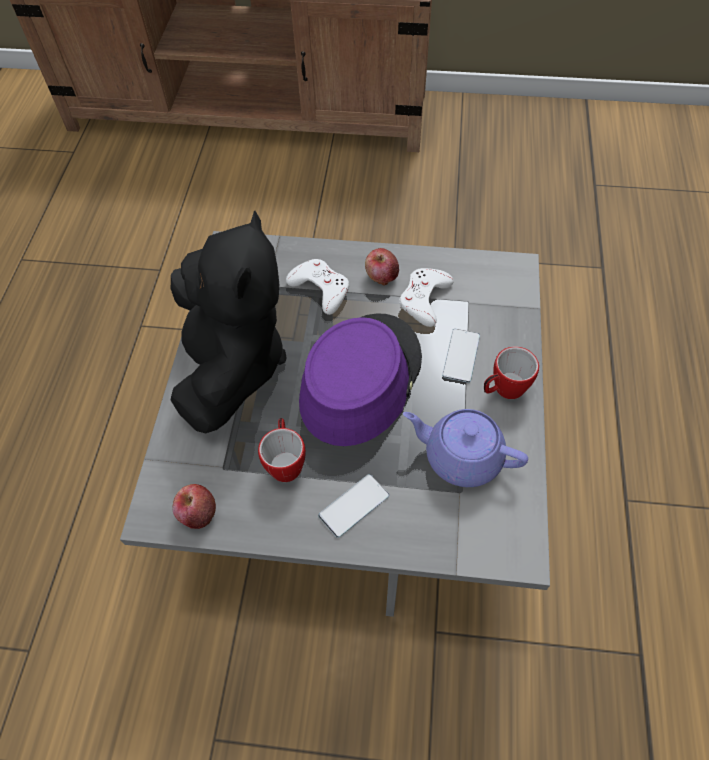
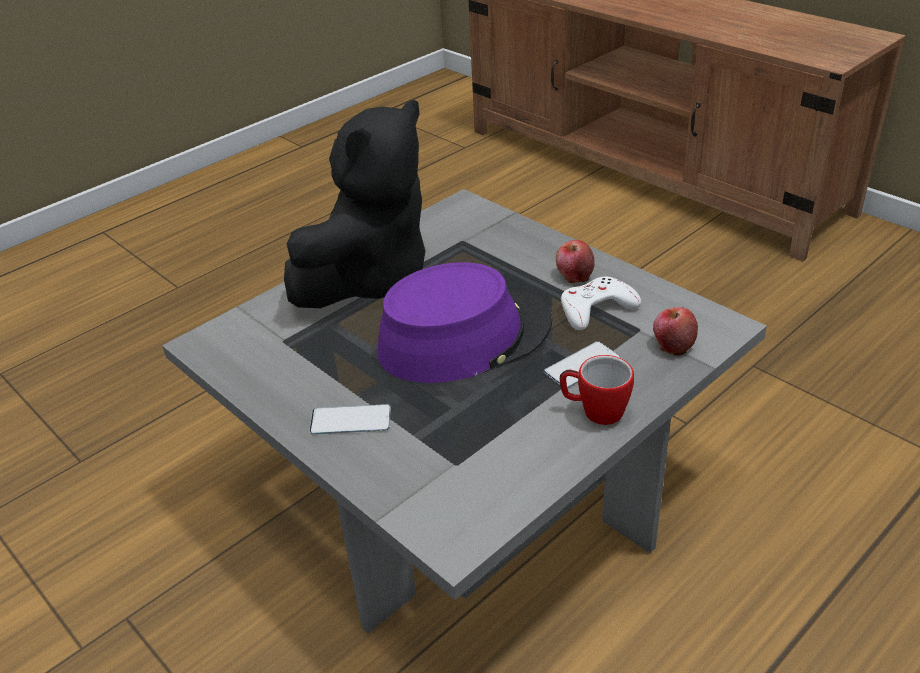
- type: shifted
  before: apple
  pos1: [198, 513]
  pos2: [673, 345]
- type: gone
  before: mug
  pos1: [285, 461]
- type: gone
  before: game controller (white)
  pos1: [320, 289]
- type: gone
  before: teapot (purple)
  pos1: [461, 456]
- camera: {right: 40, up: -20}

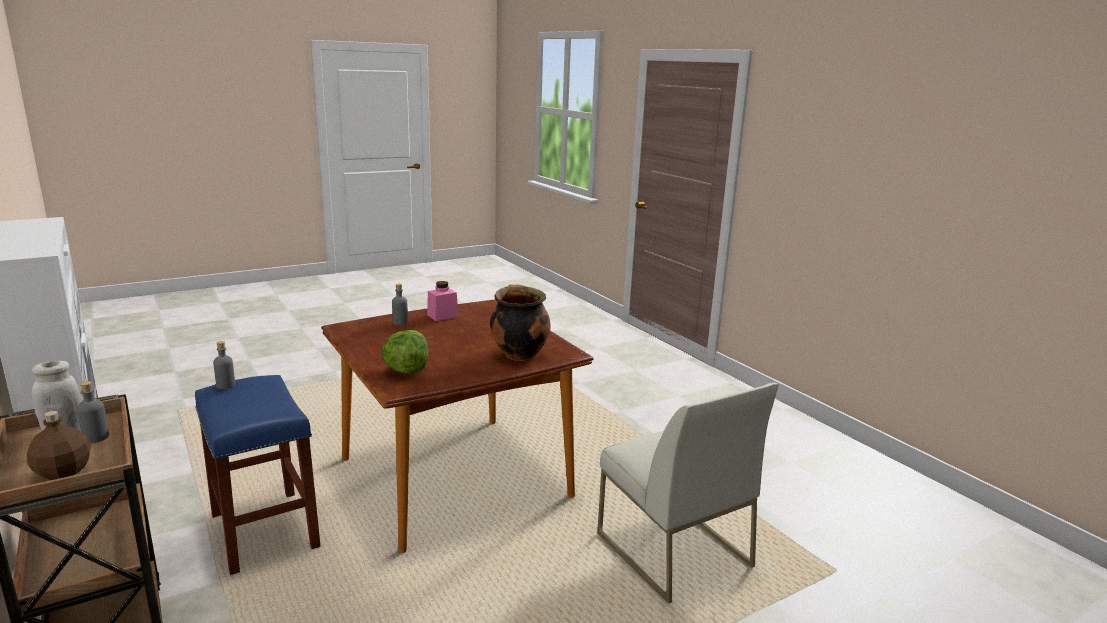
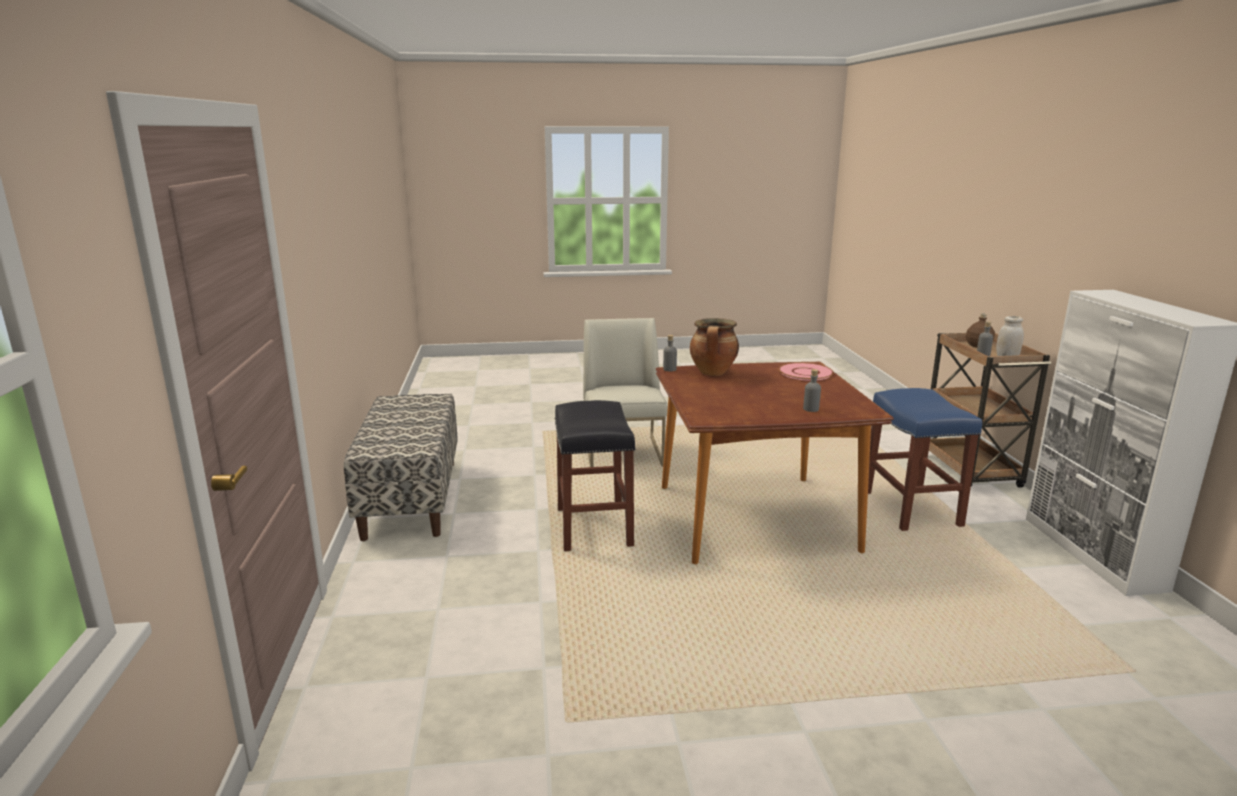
- type: shifted
  before: bottle (grey)
  pos1: [225, 385]
  pos2: [669, 369]
- type: swapped
  before: lettuce
  after: plate (pink)
  pos1: [406, 370]
  pos2: [805, 373]
- type: gone
  before: jar (pink)
  pos1: [442, 316]
- type: new
  after: bench
  pos2: [411, 498]
- type: new
  after: stool (black)
  pos2: [593, 526]
- camera: {right: -155, up: 0}

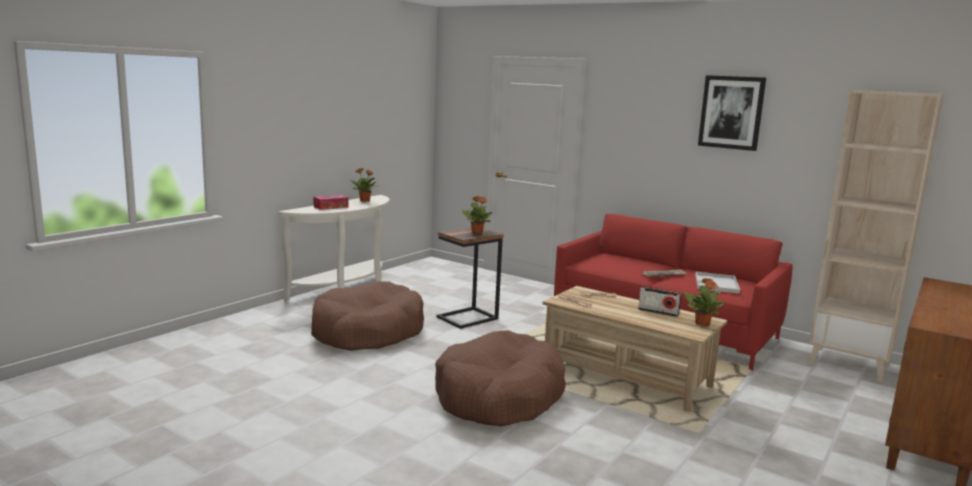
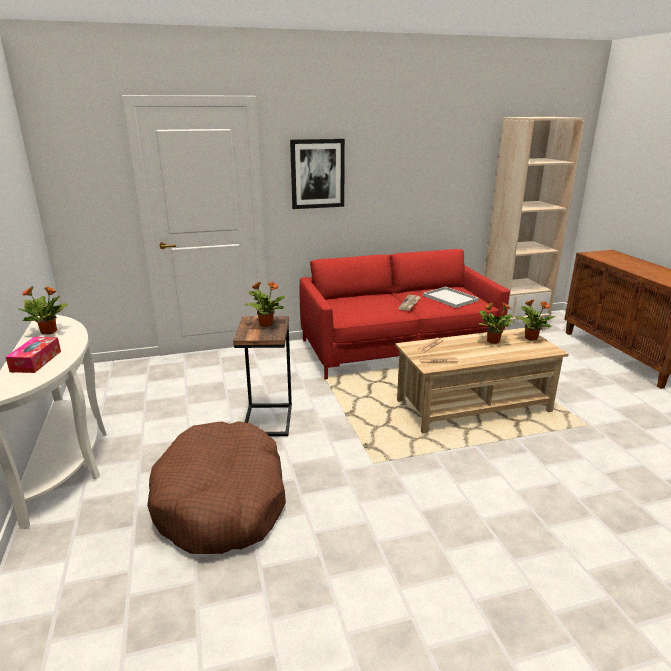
- type: gone
  before: dog bed (brown)
  pos1: [499, 396]
- type: swapped
  before: radio
  after: potted plant
  pos1: [658, 312]
  pos2: [492, 341]
- type: shifted
  before: picture
  pos1: [731, 112]
  pos2: [317, 174]
- camera: {right: -50, up: 10}

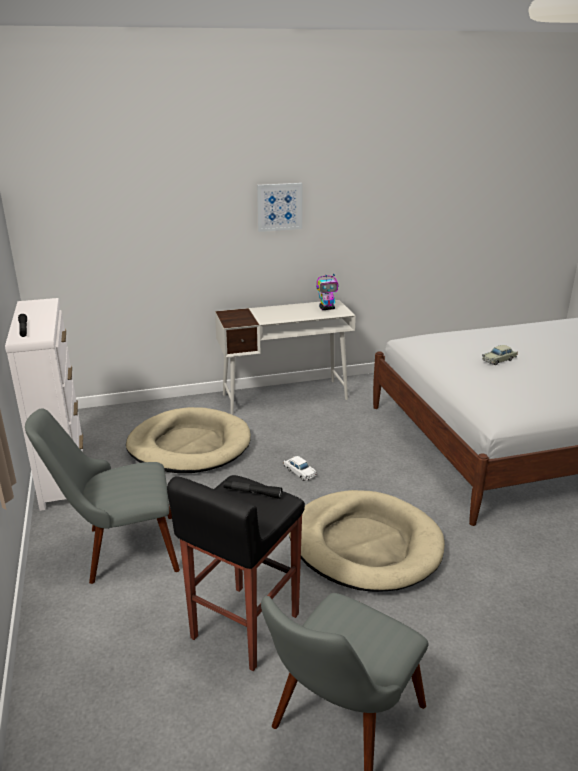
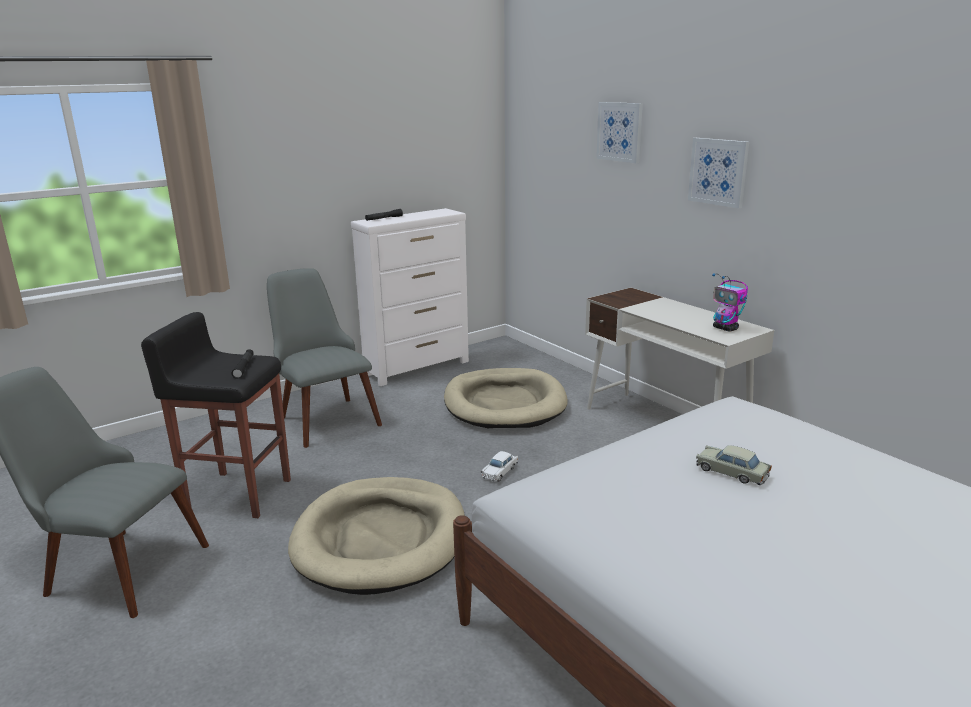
- type: new
  after: picture
  pos2: [620, 132]
- camera: {right: 70, up: -5}

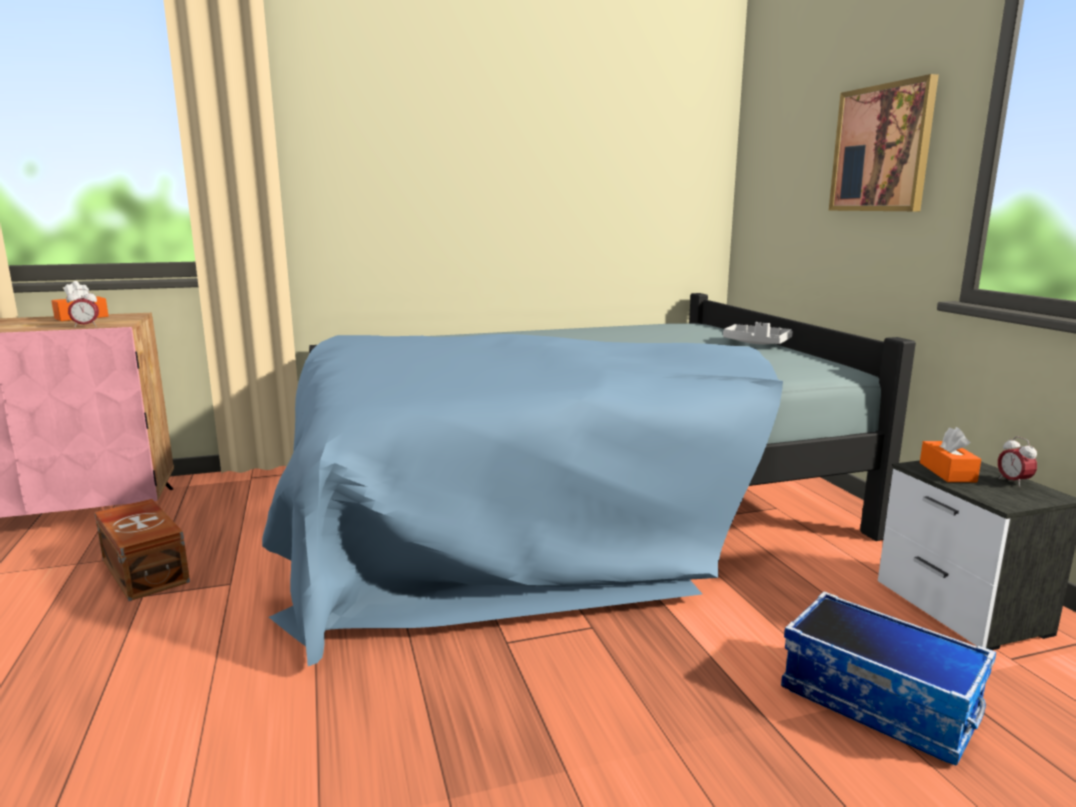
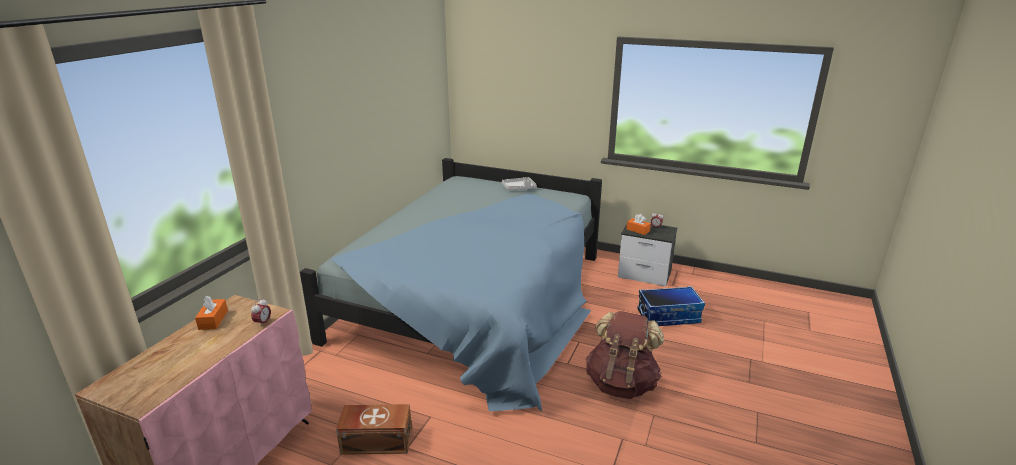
- type: gone
  before: picture
  pos1: [882, 149]
- type: new
  after: backpack (brown)
  pos2: [621, 384]
- camera: {right: -50, up: 10}

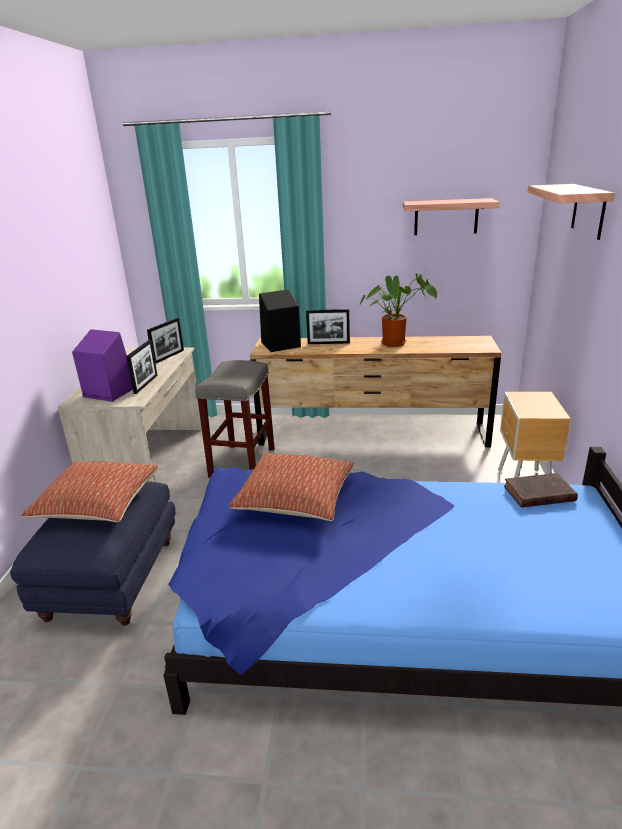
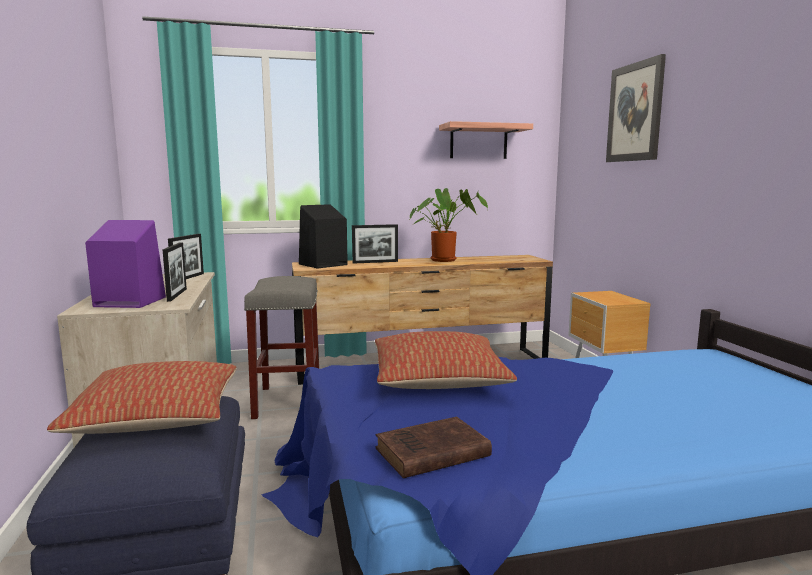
- type: shifted
  before: book (brown)
  pos1: [537, 494]
  pos2: [429, 453]
- type: swapped
  before: shelf
  after: picture
  pos1: [588, 210]
  pos2: [635, 112]
- camera: {right: -20, up: -15}

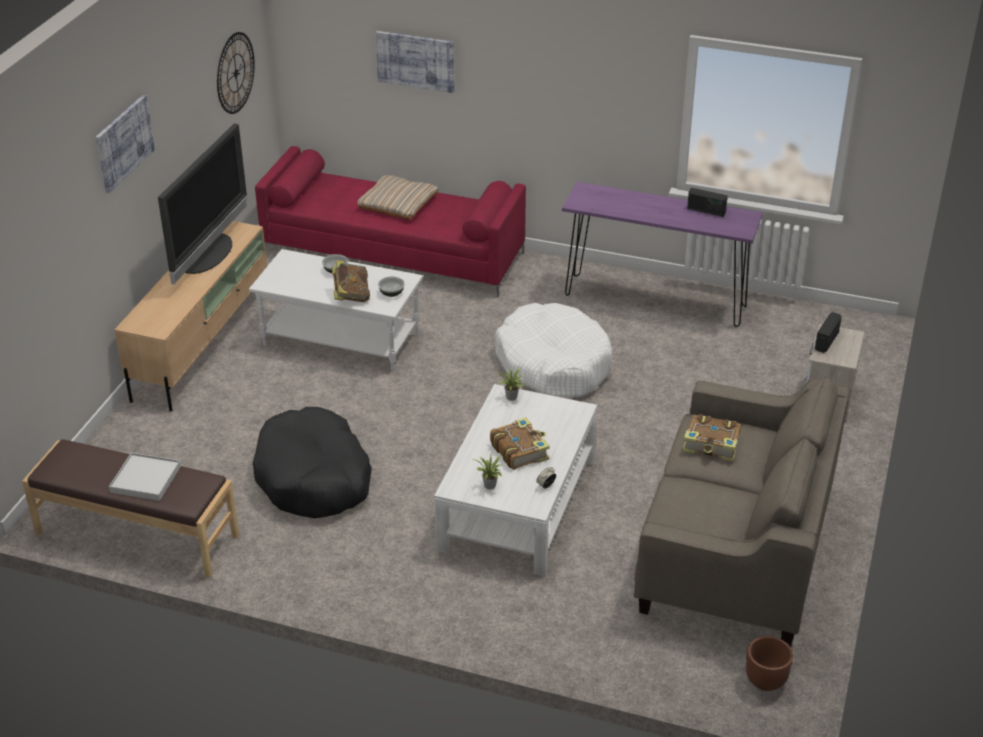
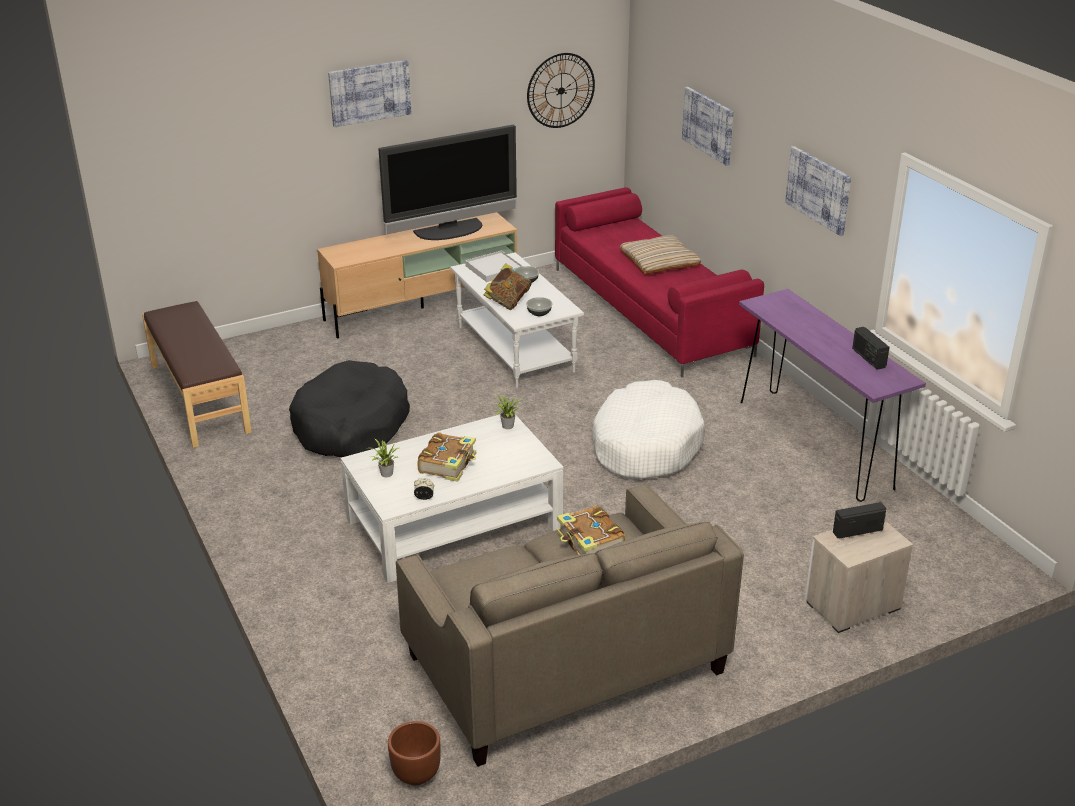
- type: shifted
  before: tray (white)
  pos1: [145, 479]
  pos2: [494, 269]
- type: new
  after: picture
  pos2: [818, 189]
- camera: {right: 45, up: -5}

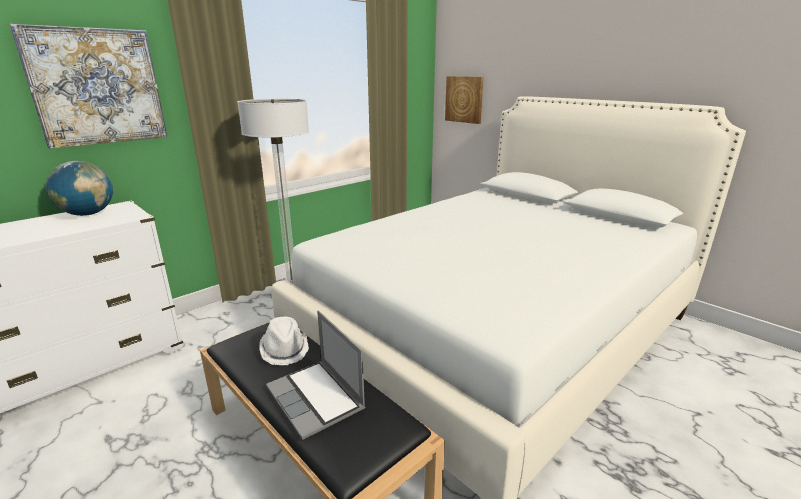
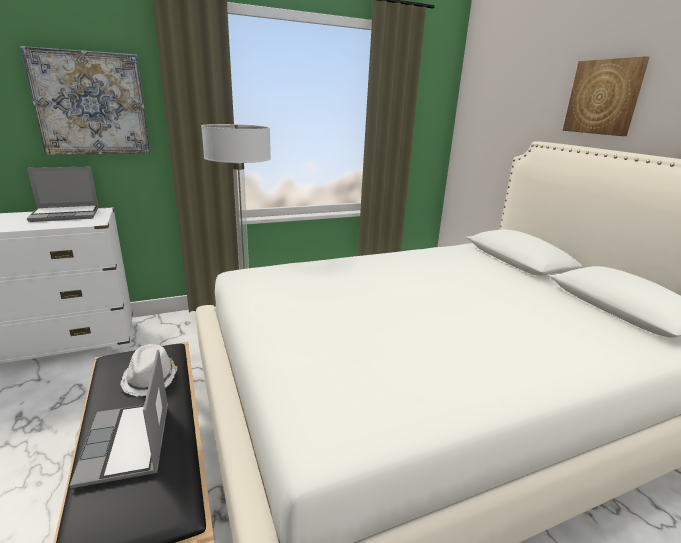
- type: swapped
  before: globe
  after: laptop
  pos1: [88, 214]
  pos2: [67, 214]
- type: shifted
  before: picture
  pos1: [464, 99]
  pos2: [603, 97]
- camera: {right: 20, up: 0}

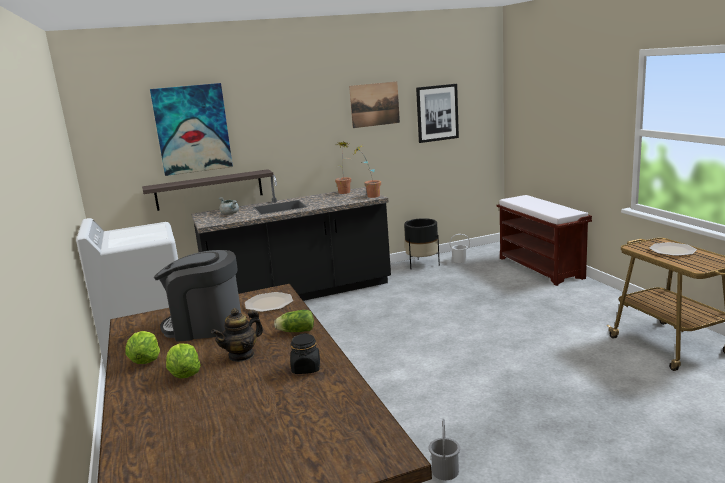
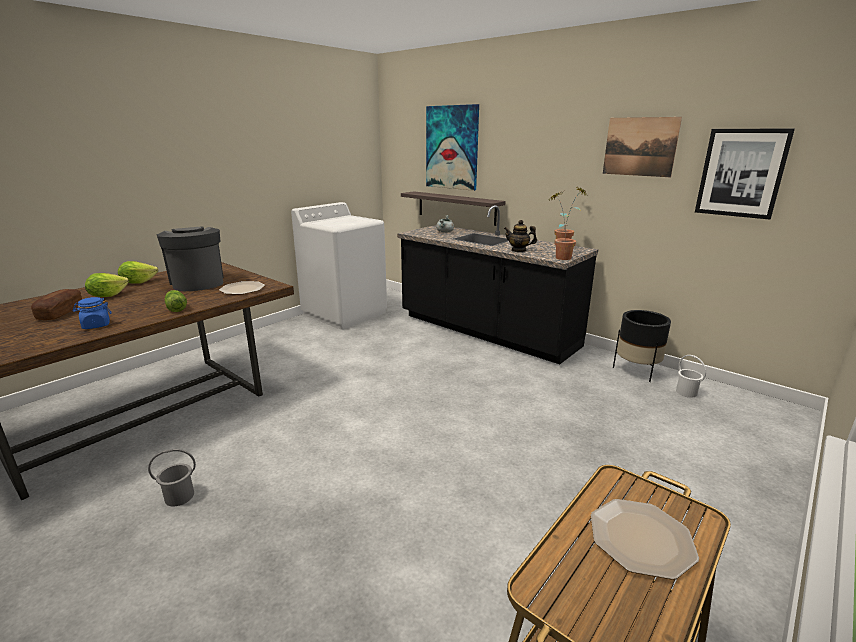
- type: shifted
  before: teapot
  pos1: [241, 355]
  pos2: [519, 250]
- type: repainted
  before: jar (black)
  after: jar (blue)
  pos1: [306, 368]
  pos2: [96, 325]
- type: gone
  before: bench (brown)
  pos1: [541, 268]
- type: new
  after: bread
  pos2: [61, 313]
- camera: {right: 60, up: 5}

